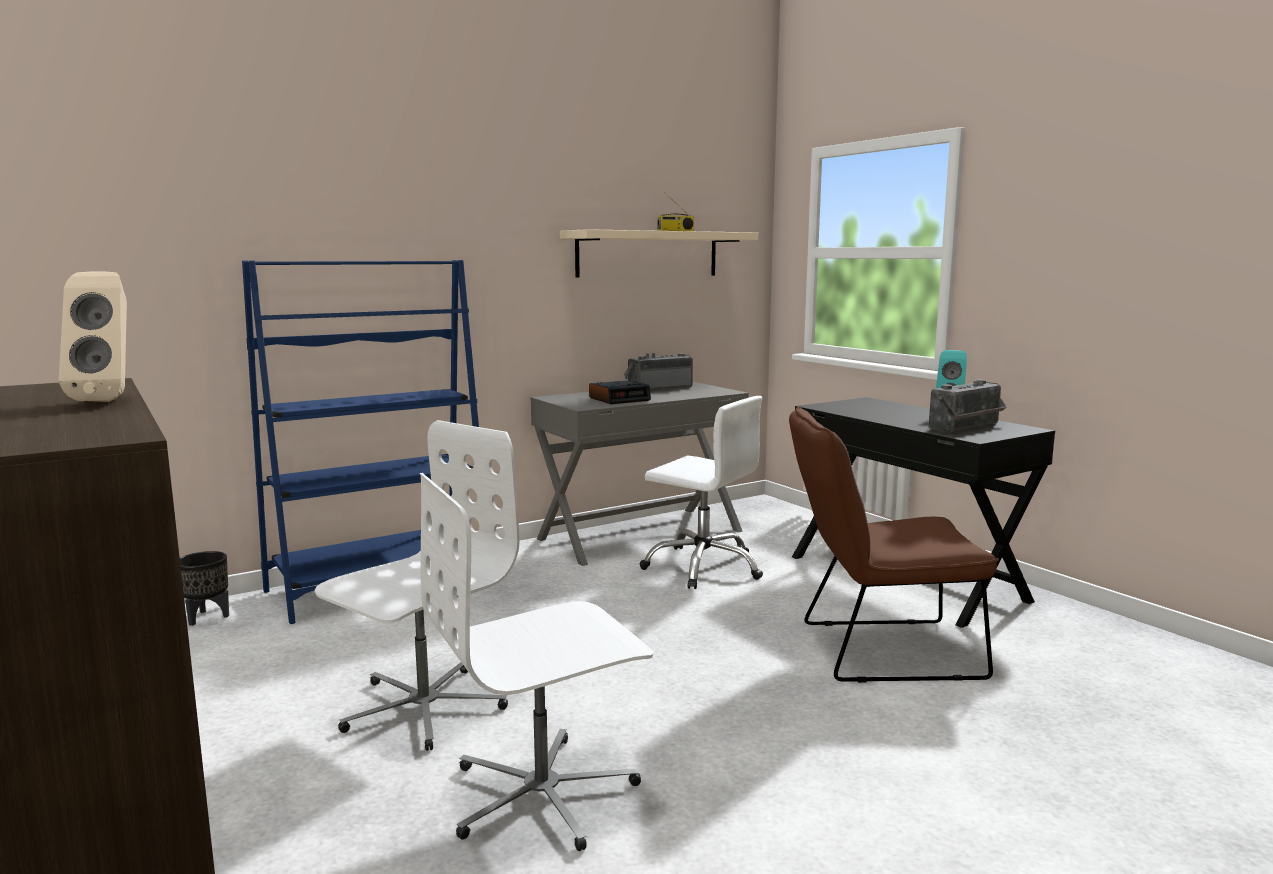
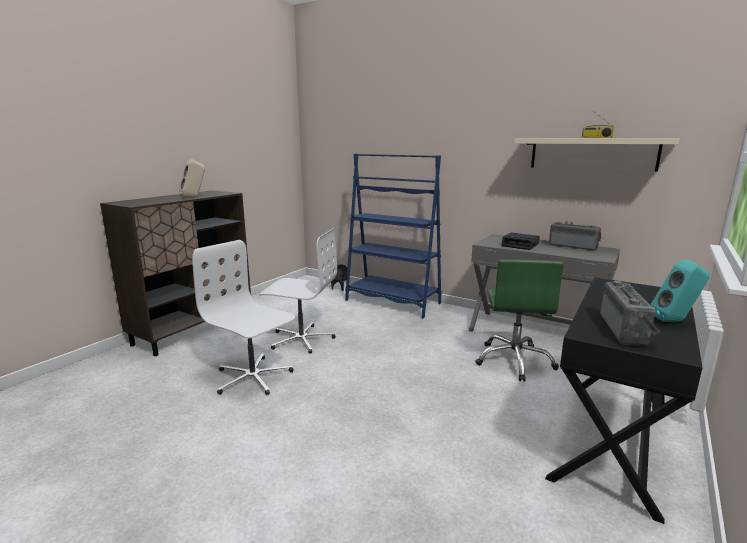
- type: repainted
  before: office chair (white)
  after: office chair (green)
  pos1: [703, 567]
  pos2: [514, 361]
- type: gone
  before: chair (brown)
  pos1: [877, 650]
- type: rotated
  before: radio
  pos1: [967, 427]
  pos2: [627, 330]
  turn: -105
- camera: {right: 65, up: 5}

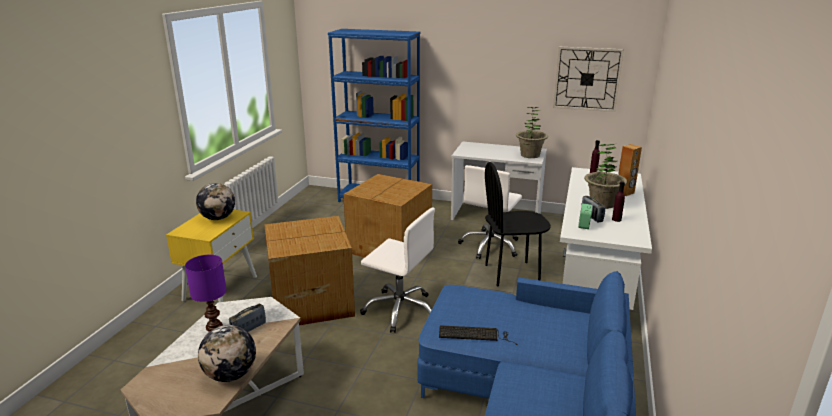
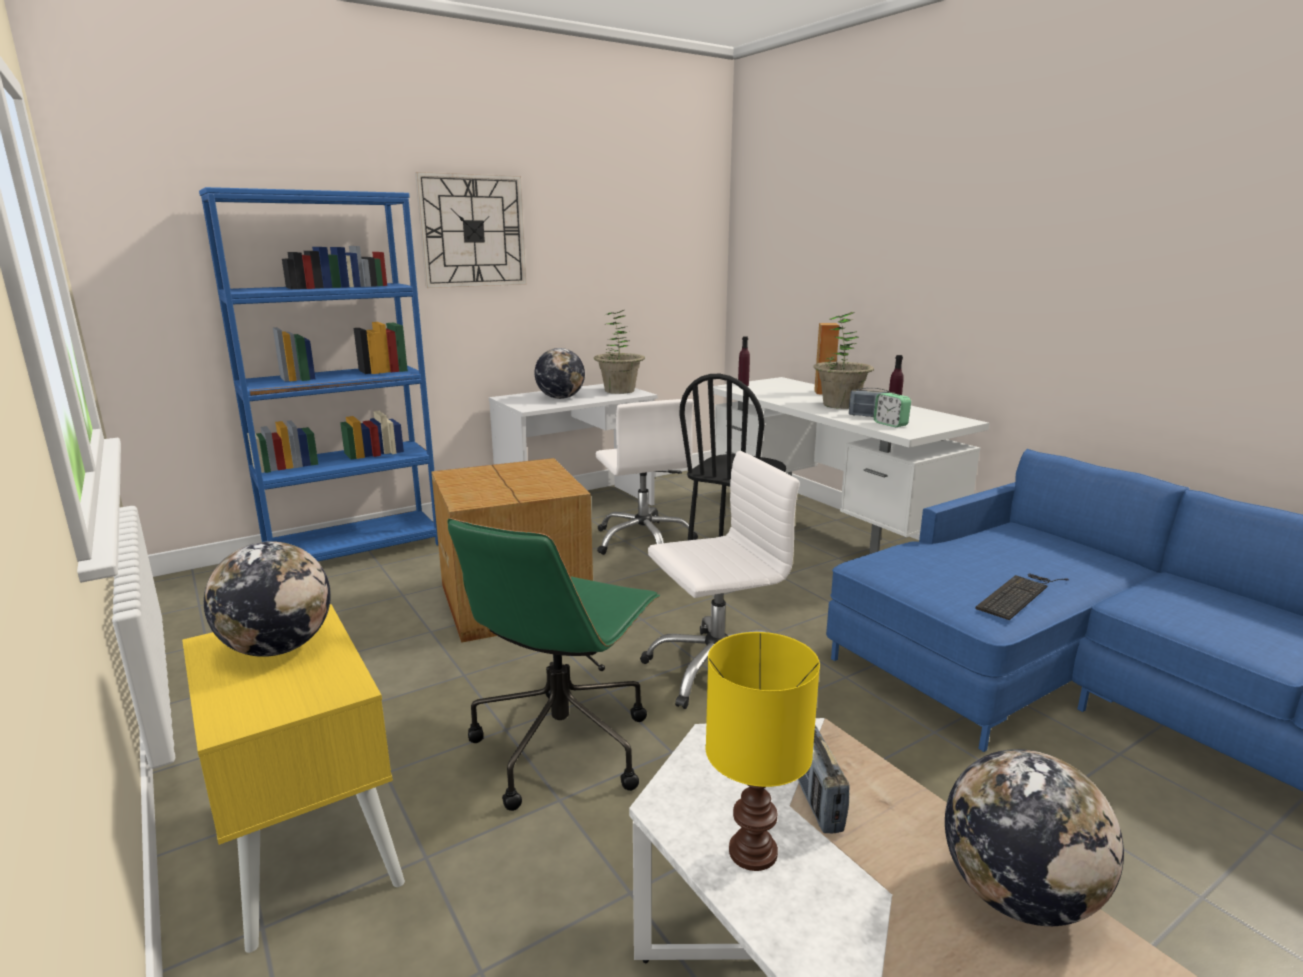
- type: repainted
  before: table lamp (purple)
  after: table lamp (yellow)
  pos1: [215, 327]
  pos2: [753, 850]
- type: swapped
  before: cardboard box
  after: office chair (green)
  pos1: [310, 301]
  pos2: [563, 745]
- type: shifted
  before: wall clock
  pos1: [587, 79]
  pos2: [473, 231]
- type: new
  after: globe
  pos2: [560, 398]
- camera: {right: -50, up: -5}

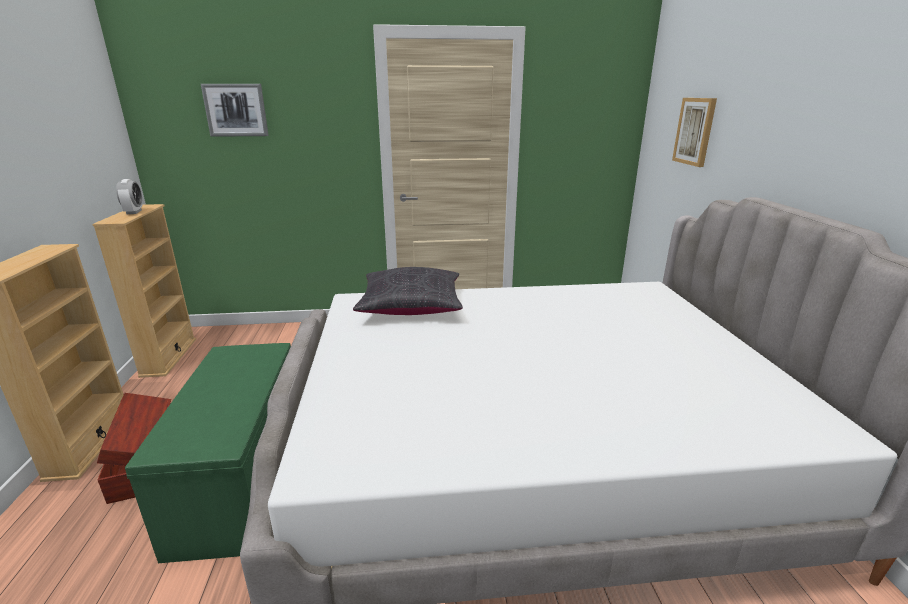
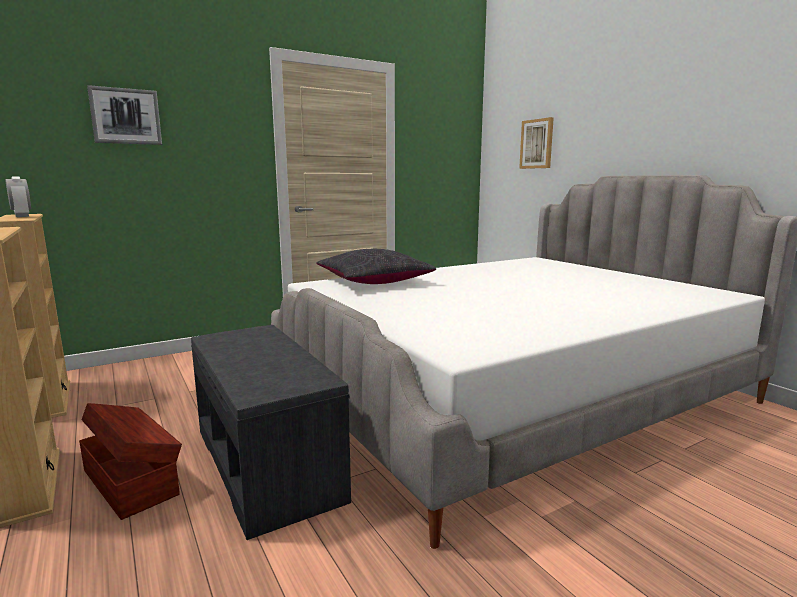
- type: repainted
  before: bench (green)
  after: bench (grey)
  pos1: [244, 480]
  pos2: [269, 464]
- camera: {right: -25, up: -10}

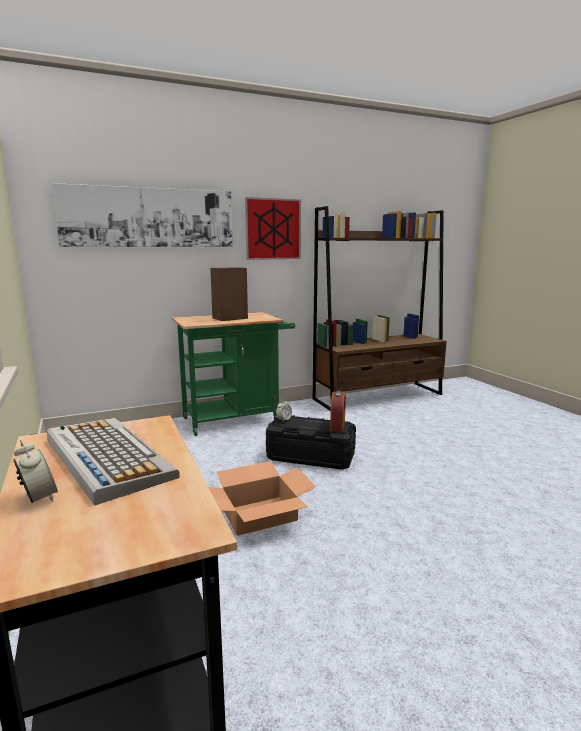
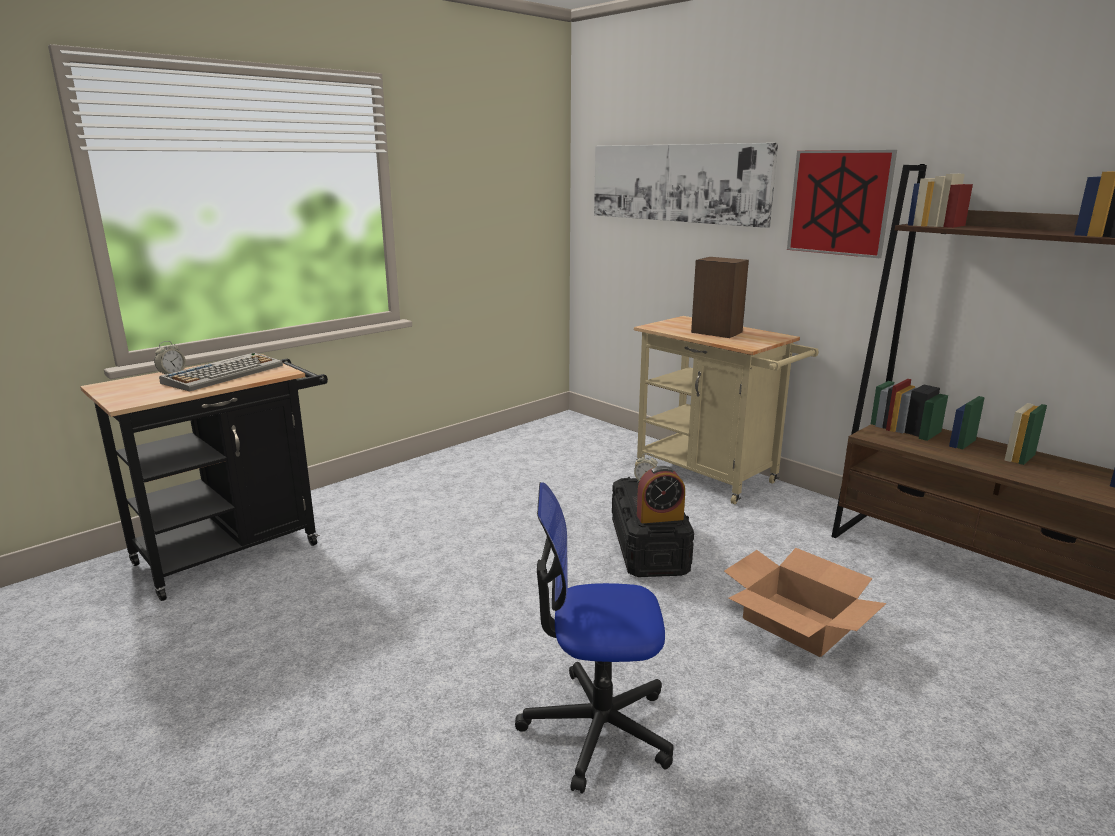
- type: repainted
  before: cart (green)
  after: cart (beige)
  pos1: [236, 419]
  pos2: [712, 477]
- type: shifted
  before: cardboard box
  pos1: [259, 515]
  pos2: [797, 623]
- type: new
  after: office chair
  pos2: [597, 728]
- camera: {right: 70, up: 5}

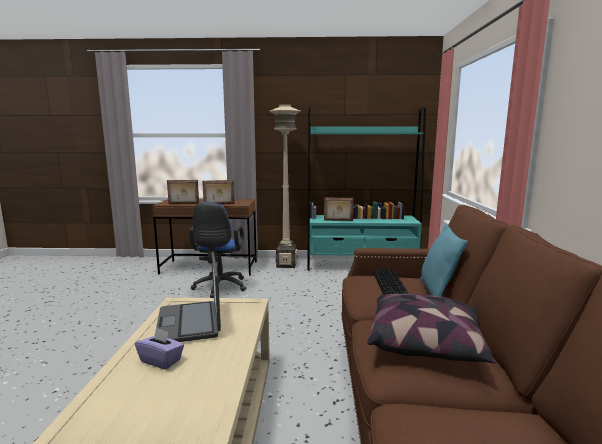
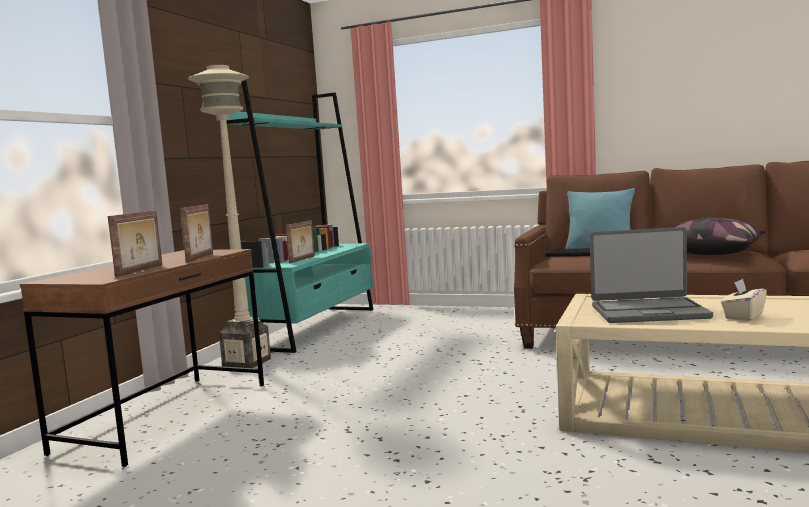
- type: repainted
  before: tissue box (purple)
  after: tissue box (beige)
  pos1: [161, 360]
  pos2: [743, 316]
- type: gone
  before: office chair (blue)
  pos1: [219, 288]
- camera: {right: -70, up: -5}

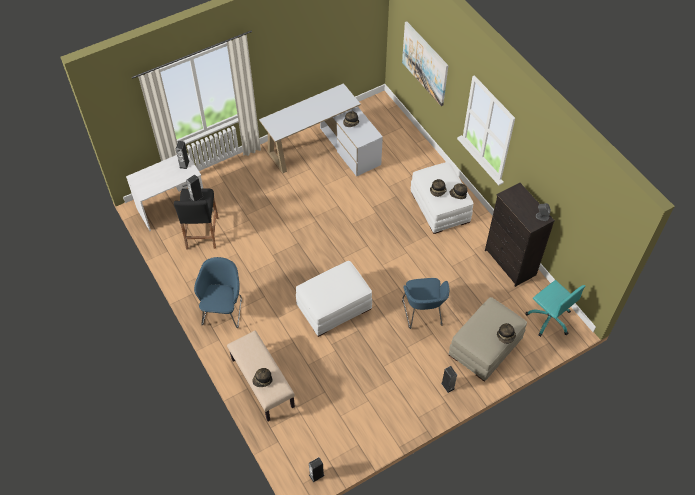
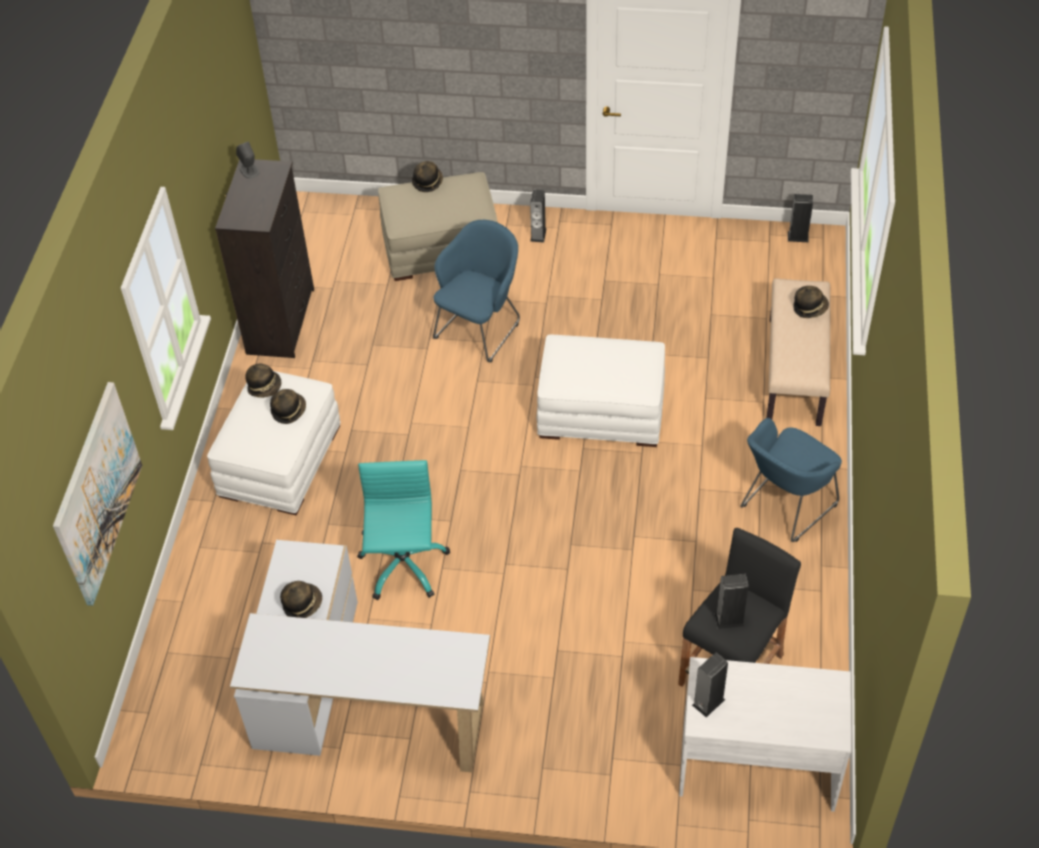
- type: shifted
  before: office chair (turquoise)
  pos1: [549, 319]
  pos2: [403, 565]
- camera: {right: -140, up: -5}

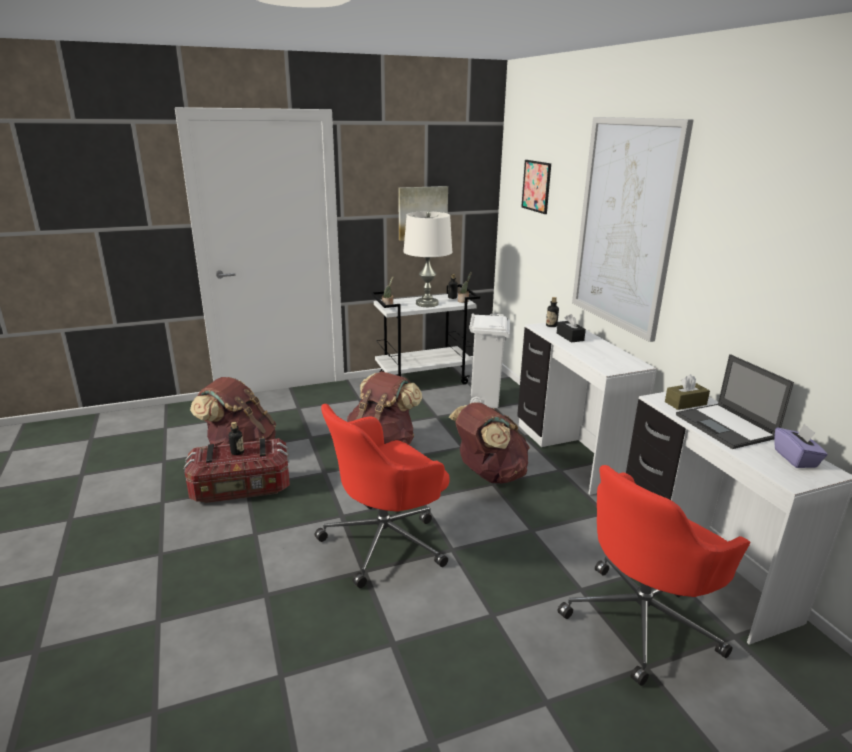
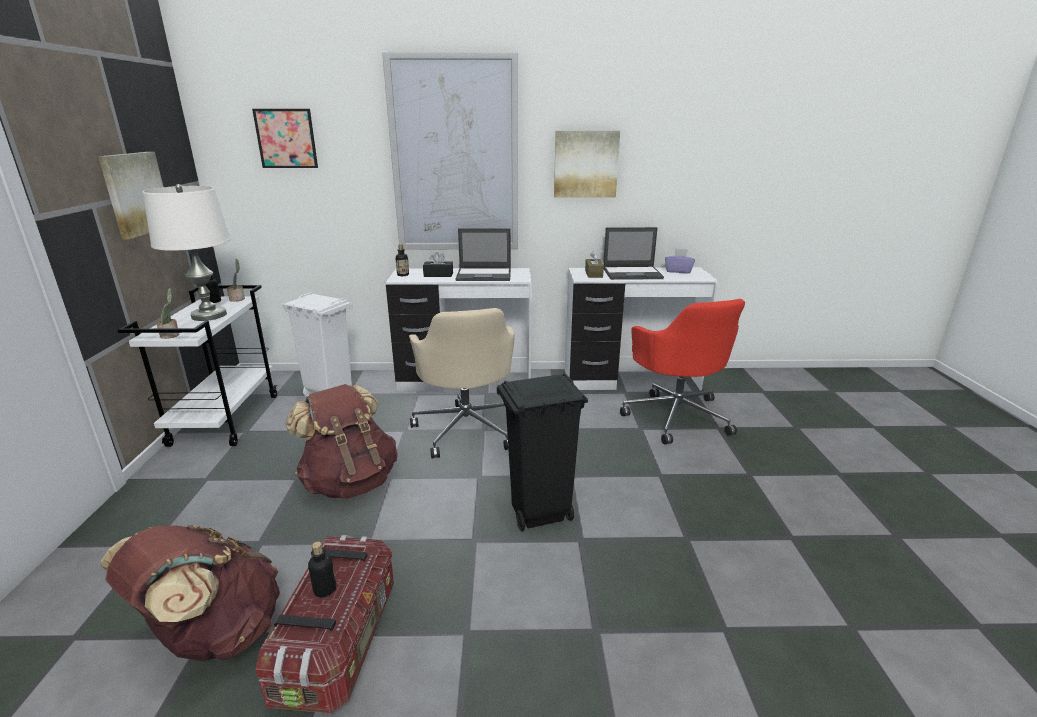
- type: swapped
  before: office chair (red)
  after: trash can (black)
  pos1: [386, 541]
  pos2: [538, 514]
- type: swapped
  before: backpack (brown)
  after: office chair (beige)
  pos1: [489, 475]
  pos2: [467, 428]
- type: new
  after: laptop
  pos2: [485, 275]
- type: new
  after: picture
  pos2: [585, 164]
- camera: {right: -70, up: 0}

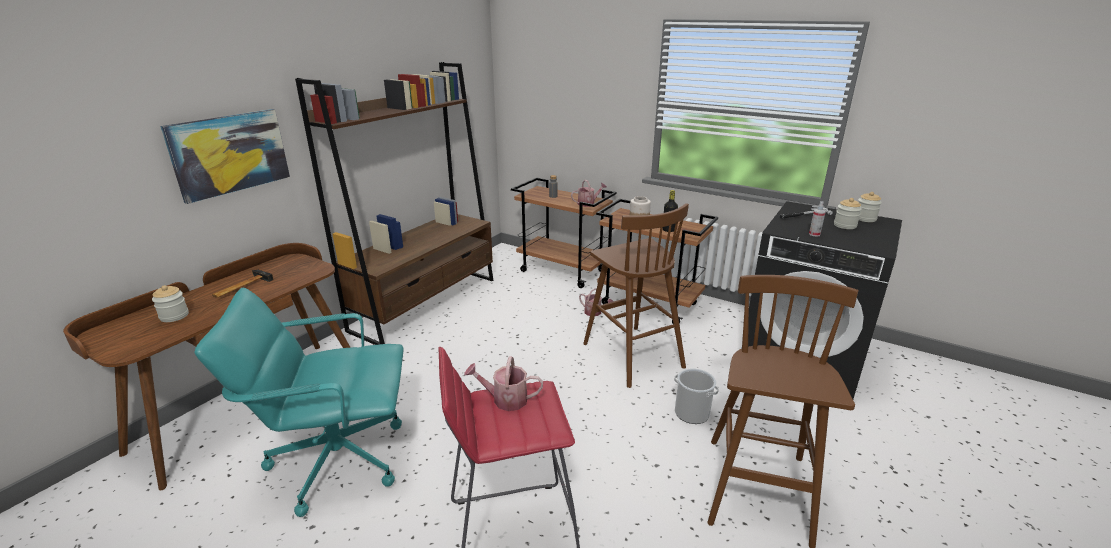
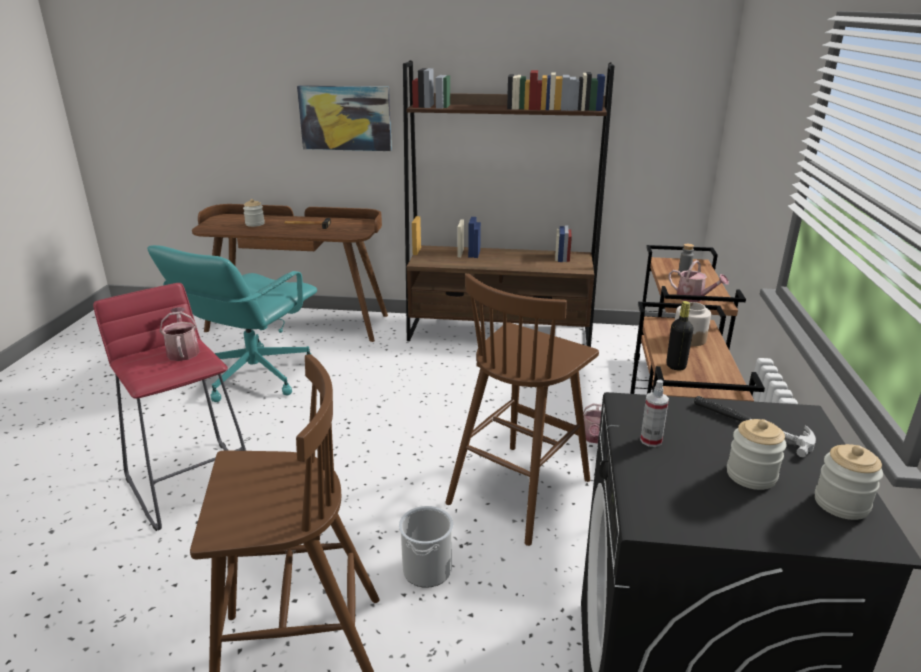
- type: rotated
  before: office chair (turquoise)
  pos1: [337, 459]
  pos2: [253, 376]
  turn: -120
- camera: {right: 65, up: 0}

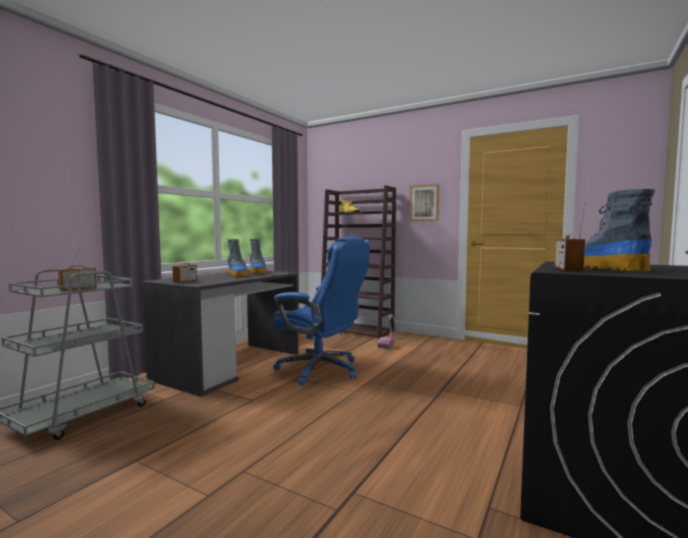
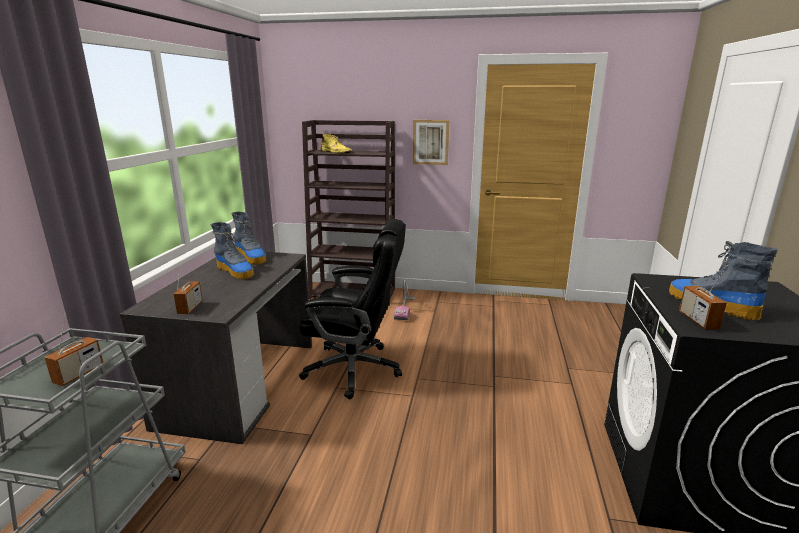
- type: repainted
  before: office chair (blue)
  after: office chair (black)
  pos1: [321, 370]
  pos2: [355, 369]
- camera: {right: -20, up: 15}

